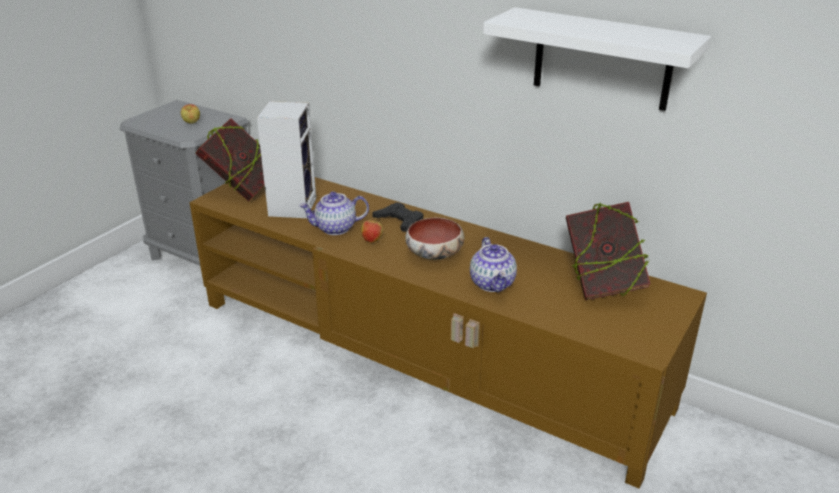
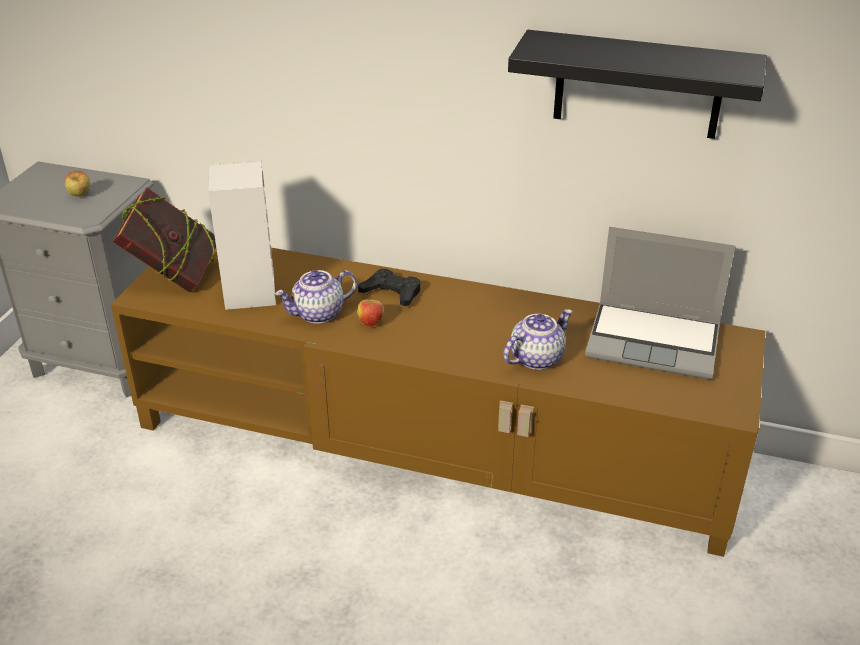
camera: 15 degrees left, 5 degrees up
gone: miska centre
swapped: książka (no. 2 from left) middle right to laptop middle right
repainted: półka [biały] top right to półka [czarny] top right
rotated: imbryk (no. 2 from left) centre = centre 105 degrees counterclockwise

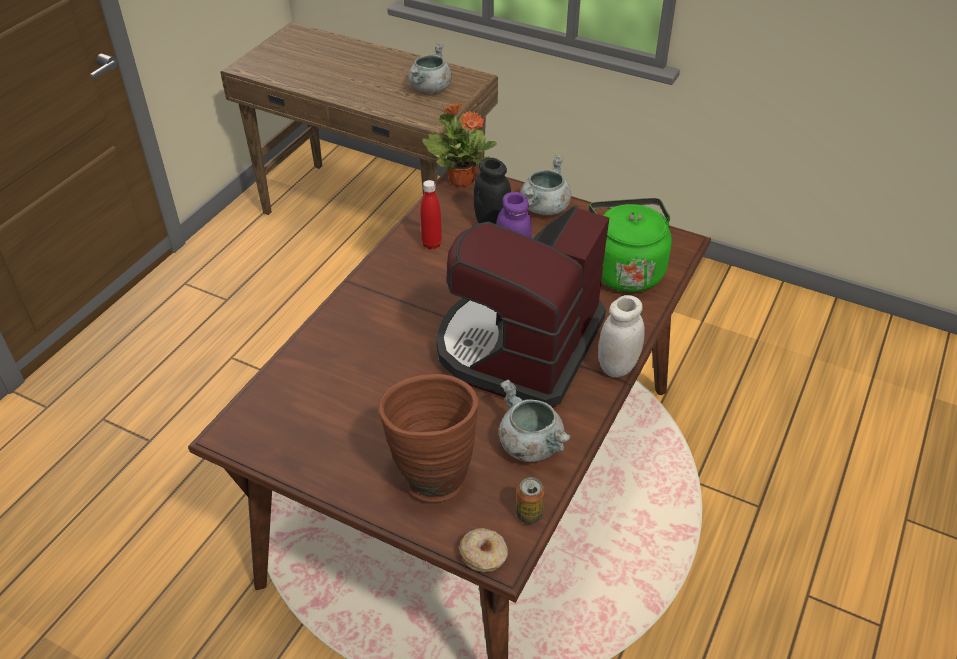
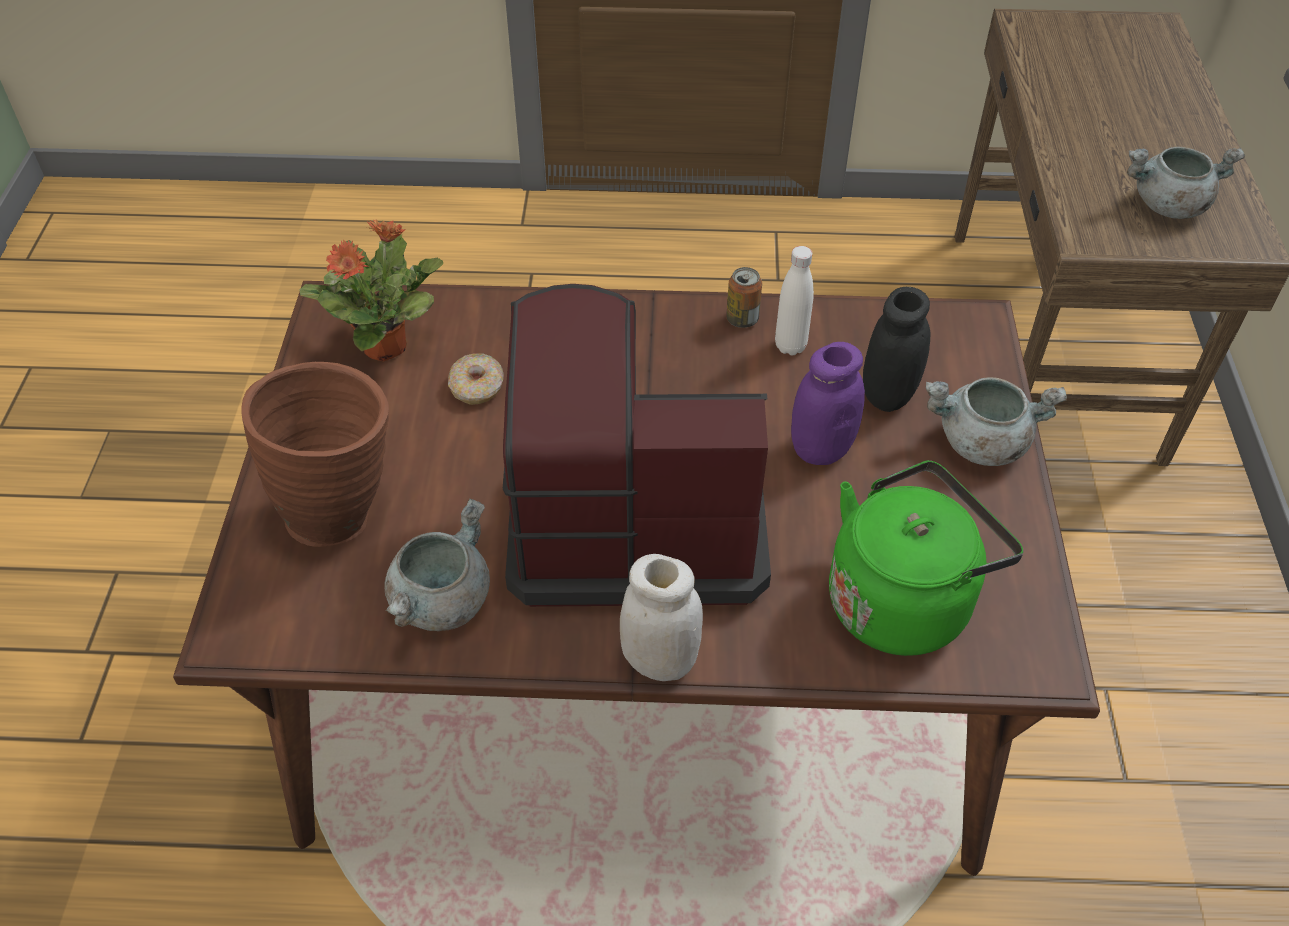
camera: 65 degrees right, 5 degrees up
shifted: roślina doniczkowa top centre to top left; puszka bottom centre to top centre; donut bottom centre to centre
repainted: butelka [czerwony] top centre to butelka [biały] top centre

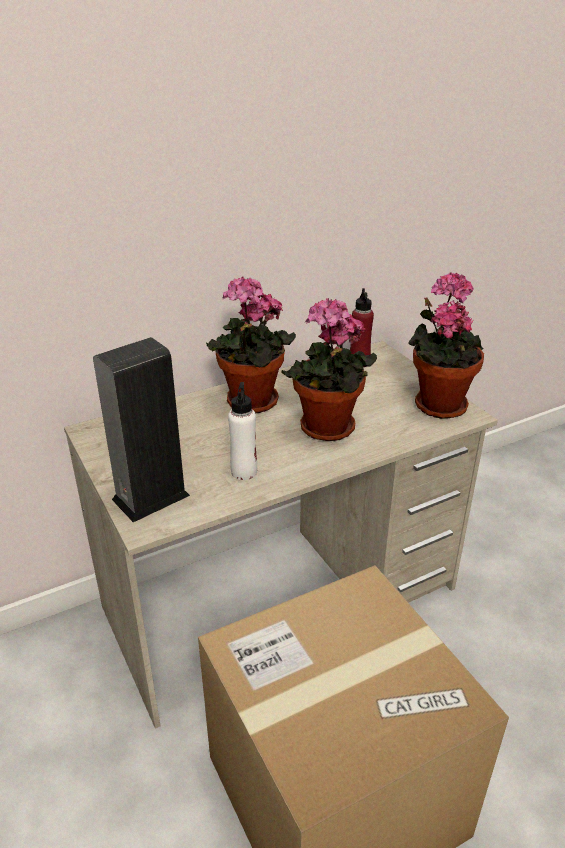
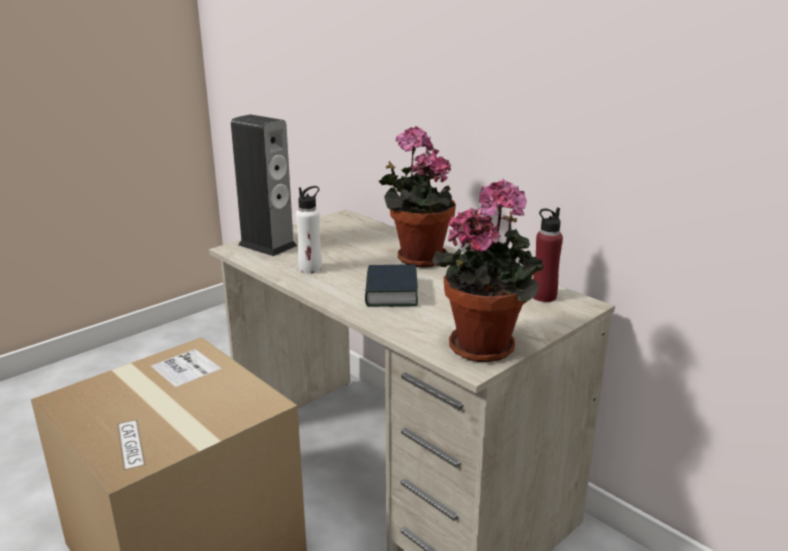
camera: 75 degrees right, 10 degrees down
swapped: roślina doniczkowa (no. 2 from left) centre to książka centre

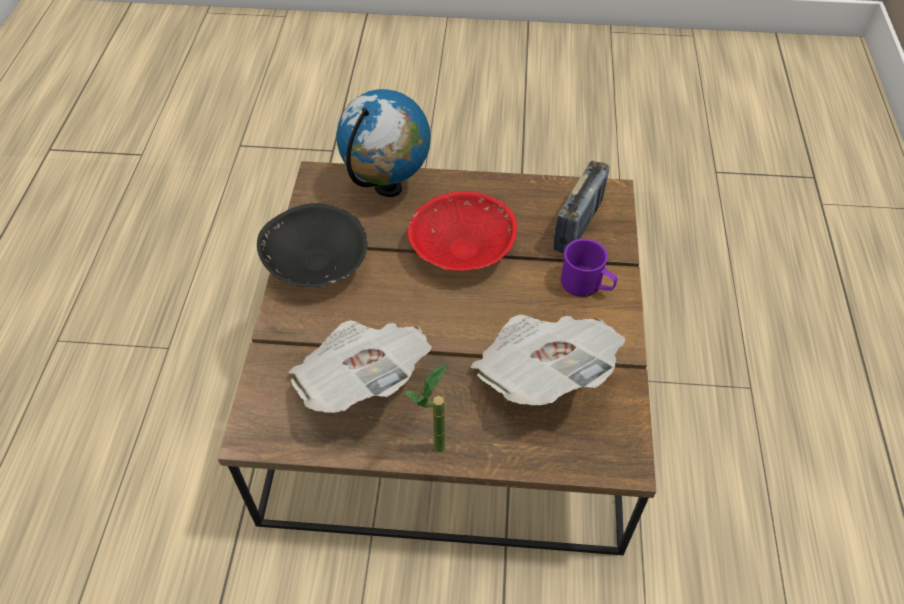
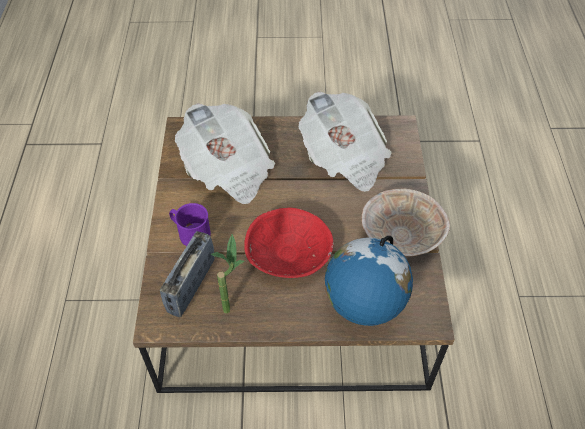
camera: 175 degrees right, 0 degrees up
shifted: roślina doniczkowa bottom centre to centre
repainted: miska [czarny] centre to miska [beżowy] middle right

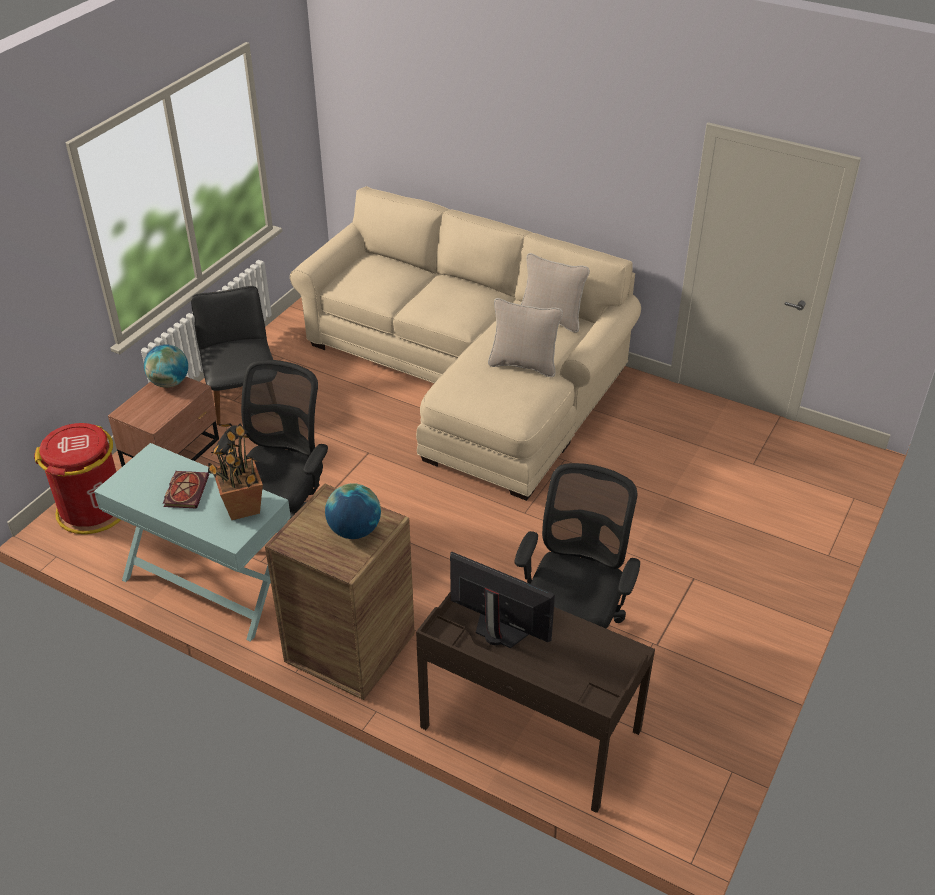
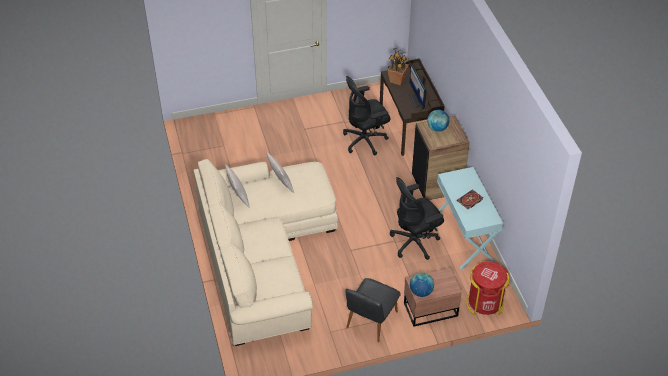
camera: 135 degrees left, 5 degrees up
shifted: roślina doniczkowa middle left to top centre

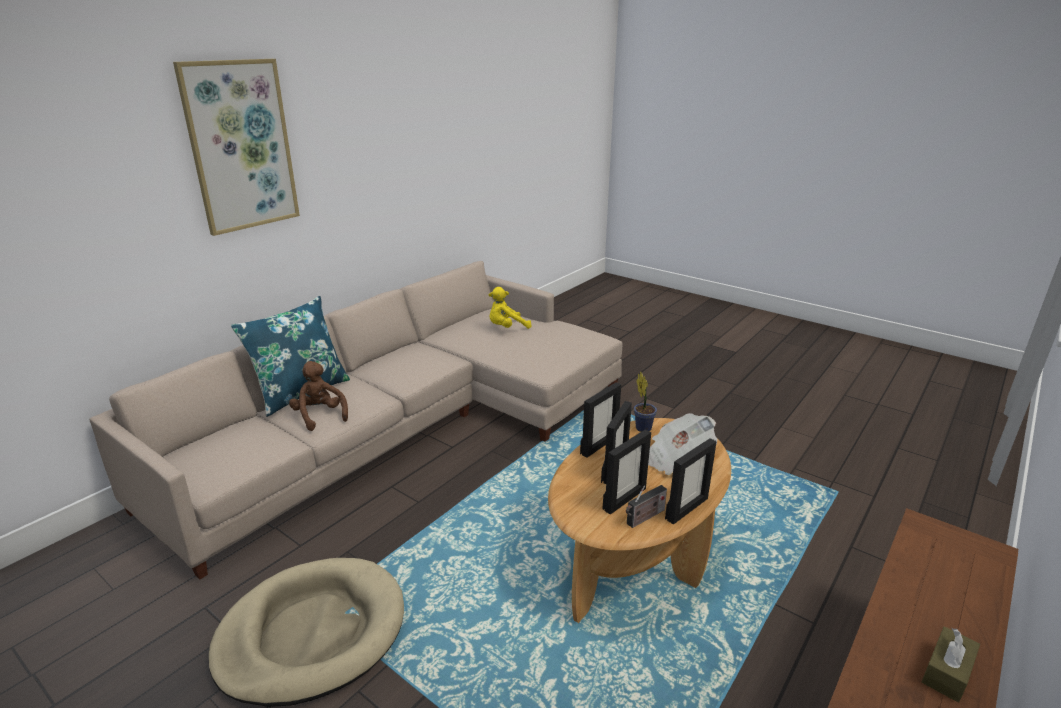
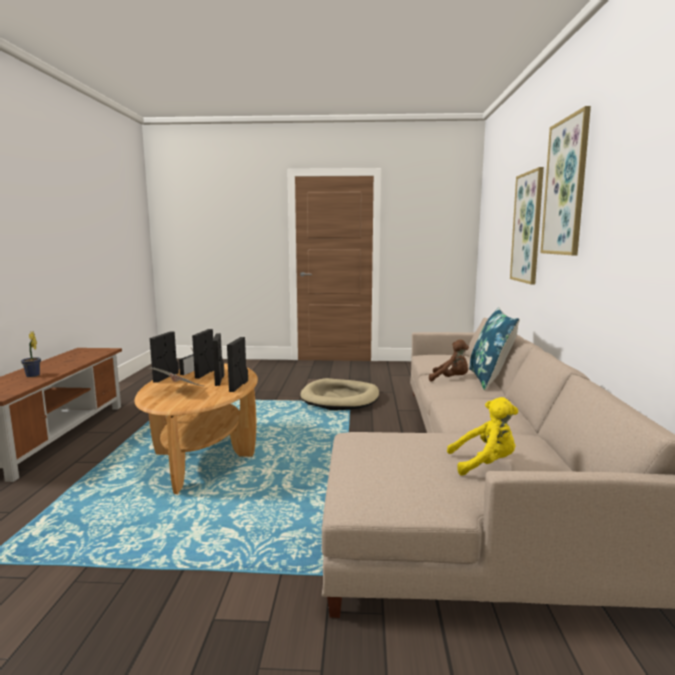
camera: 145 degrees right, 15 degrees down
gone: pudełko chusteczek [brązowy] bottom right
new: obraz (no. 1 from left) middle right
shifted: roślina doniczkowa centre to middle left
rotated: pluszak [żółty] centre = middle right 60 degrees clockwise

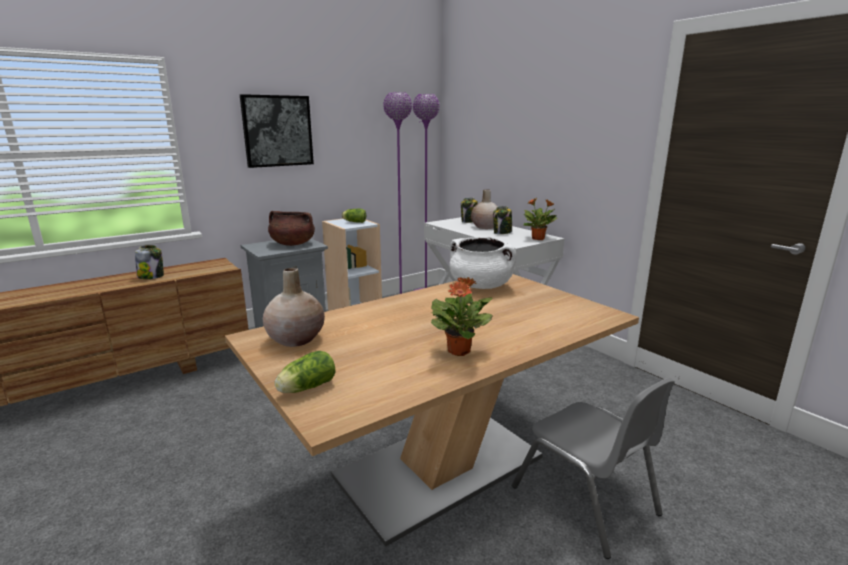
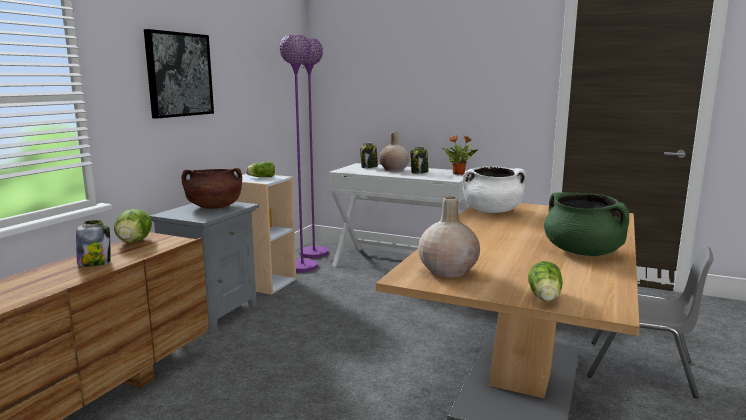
camera: 30 degrees left, 5 degrees down
new: sałata (no. 1 from left) middle left
swapped: roślina doniczkowa (no. 1 from left) centre to garnek [zielony] middle right

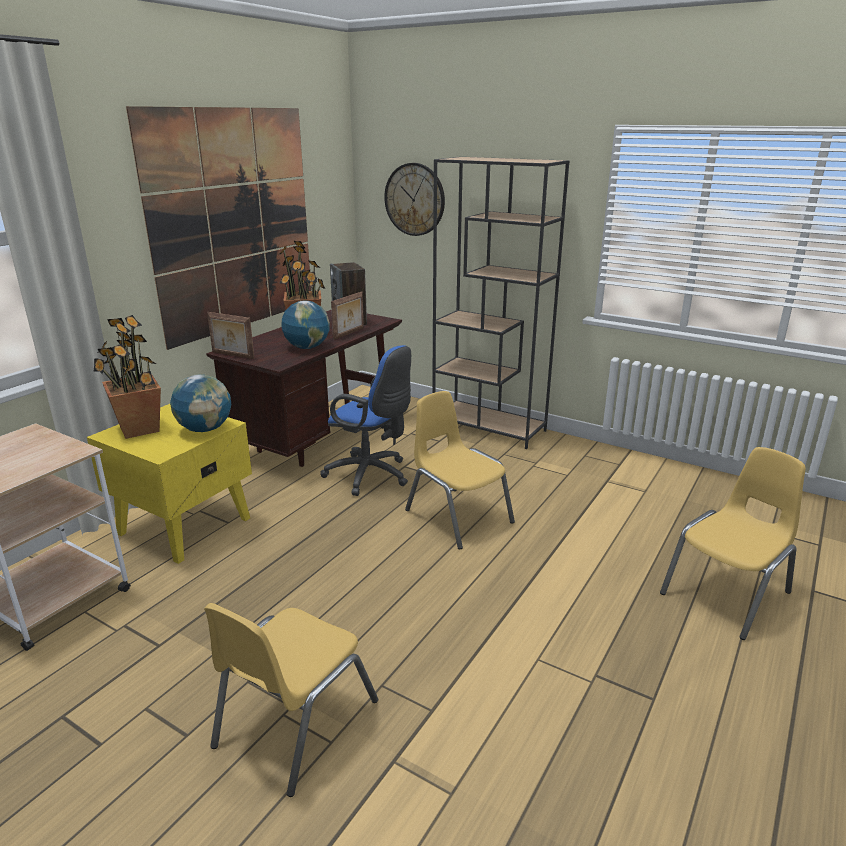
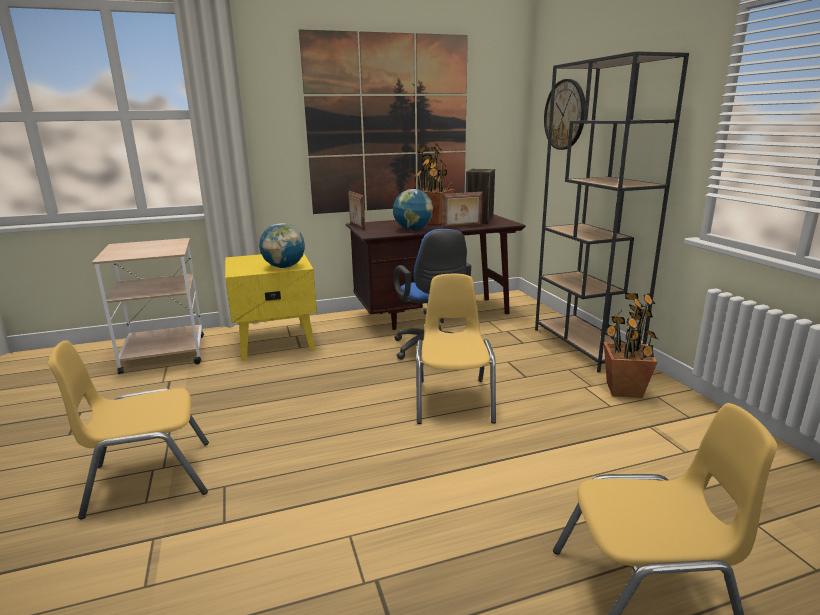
camera: 40 degrees right, 5 degrees down
shifted: roślina doniczkowa (no. 1 from left in the first image) middle left to roślina doniczkowa (no. 2 from left) middle right

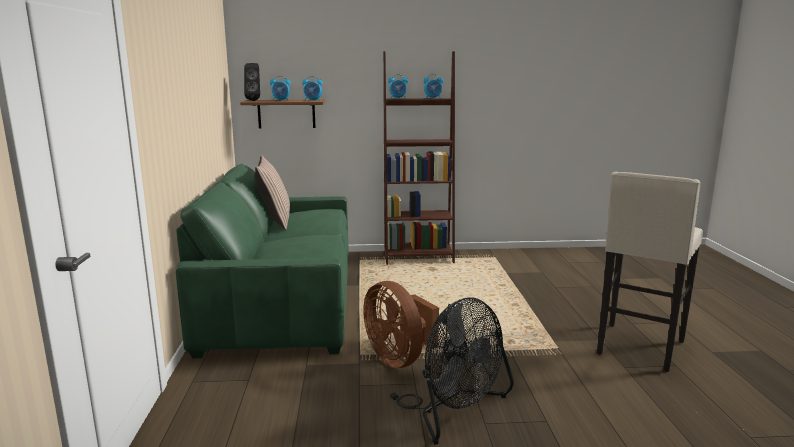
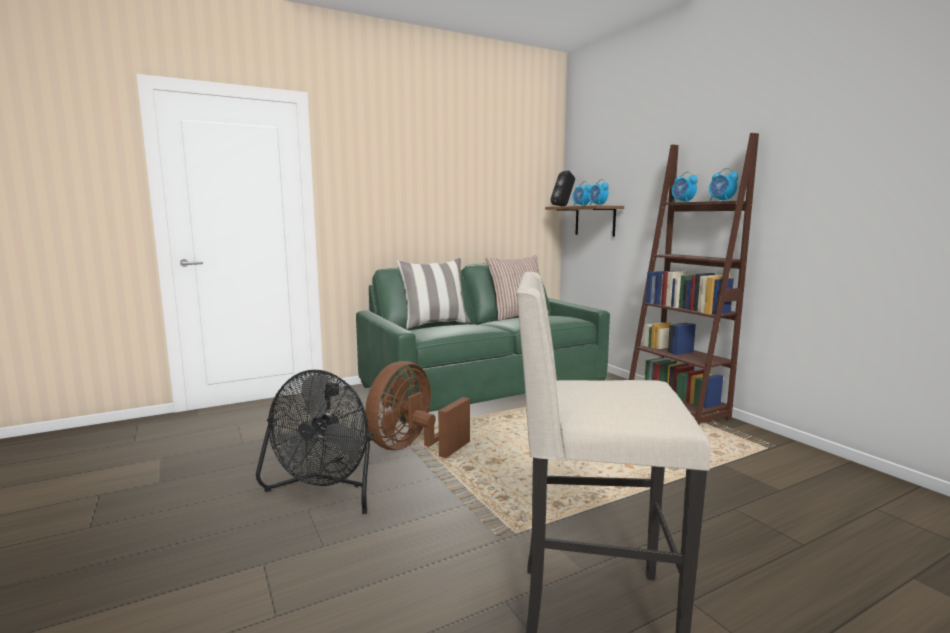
camera: 65 degrees right, 5 degrees down
new: poduszka (no. 1 from left) centre

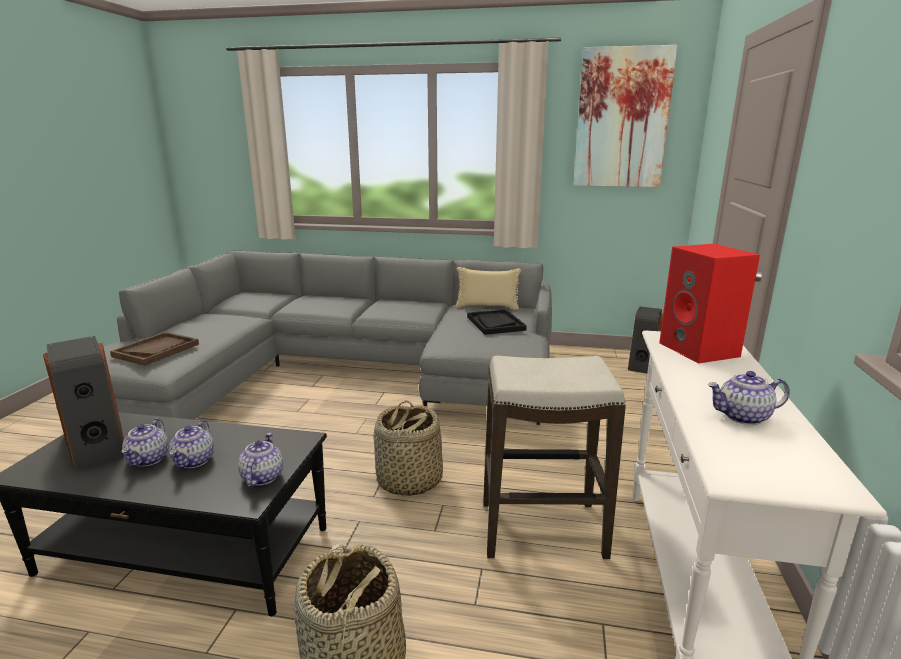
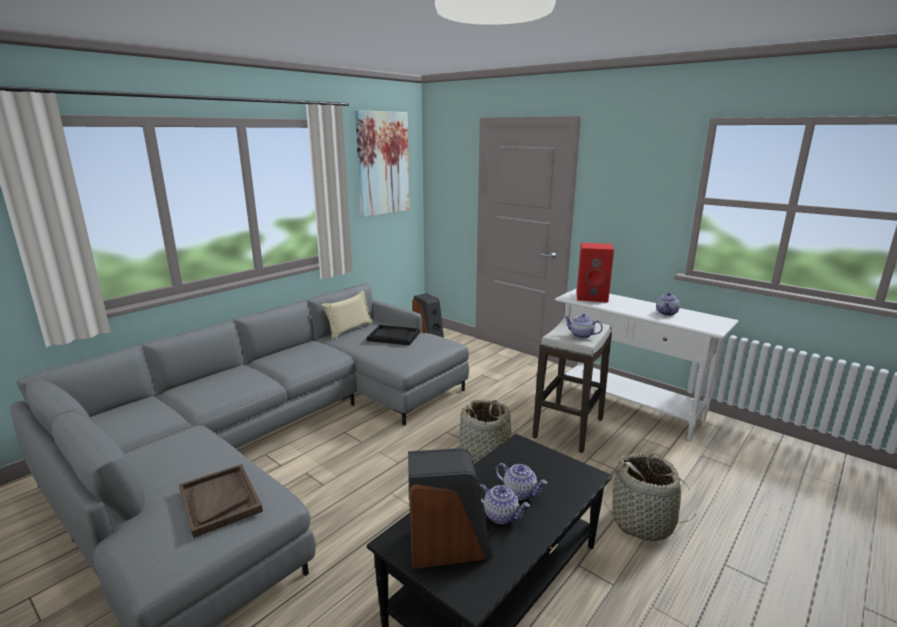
camera: 60 degrees left, 0 degrees up
shifted: imbryk (no. 3 from left) bottom left to centre

